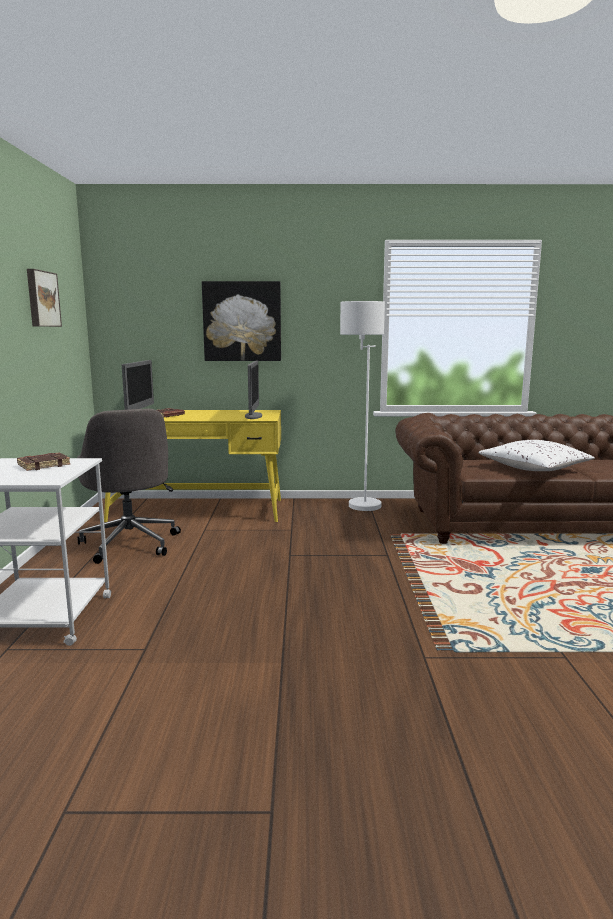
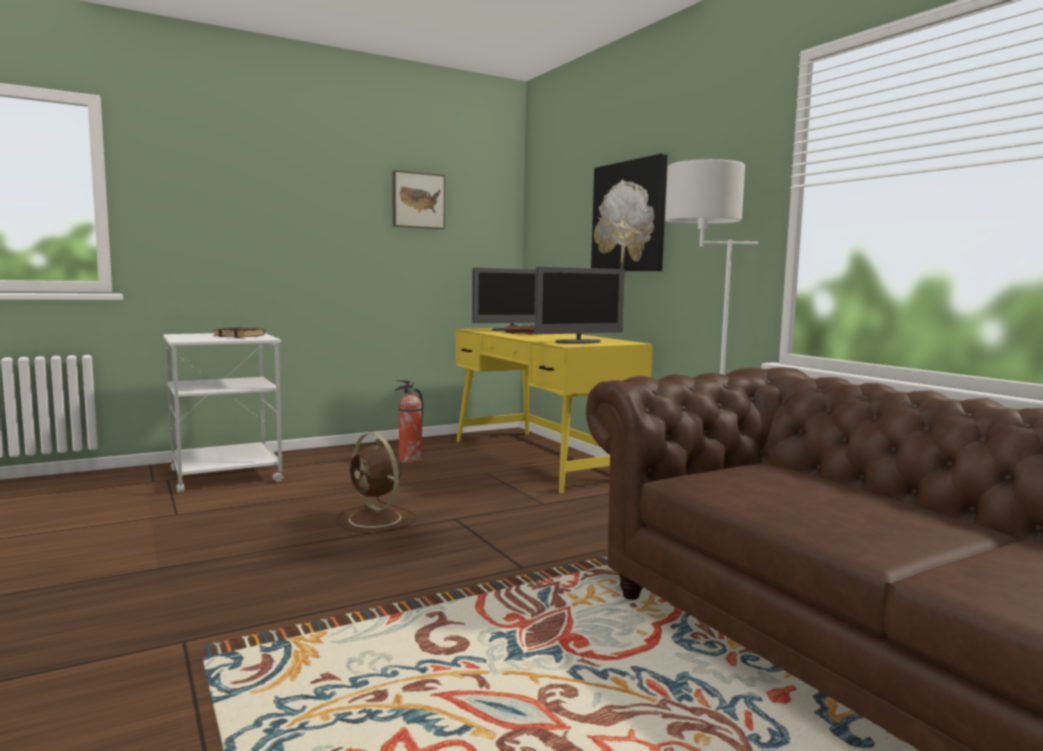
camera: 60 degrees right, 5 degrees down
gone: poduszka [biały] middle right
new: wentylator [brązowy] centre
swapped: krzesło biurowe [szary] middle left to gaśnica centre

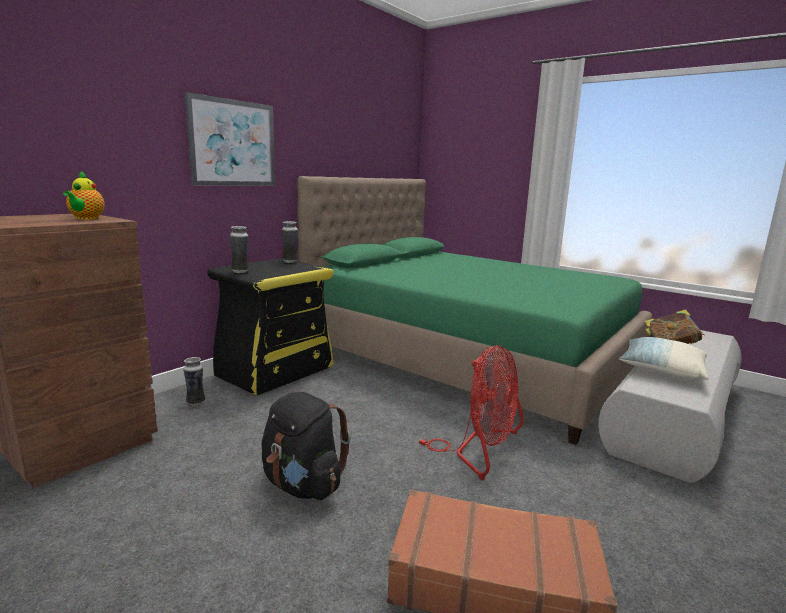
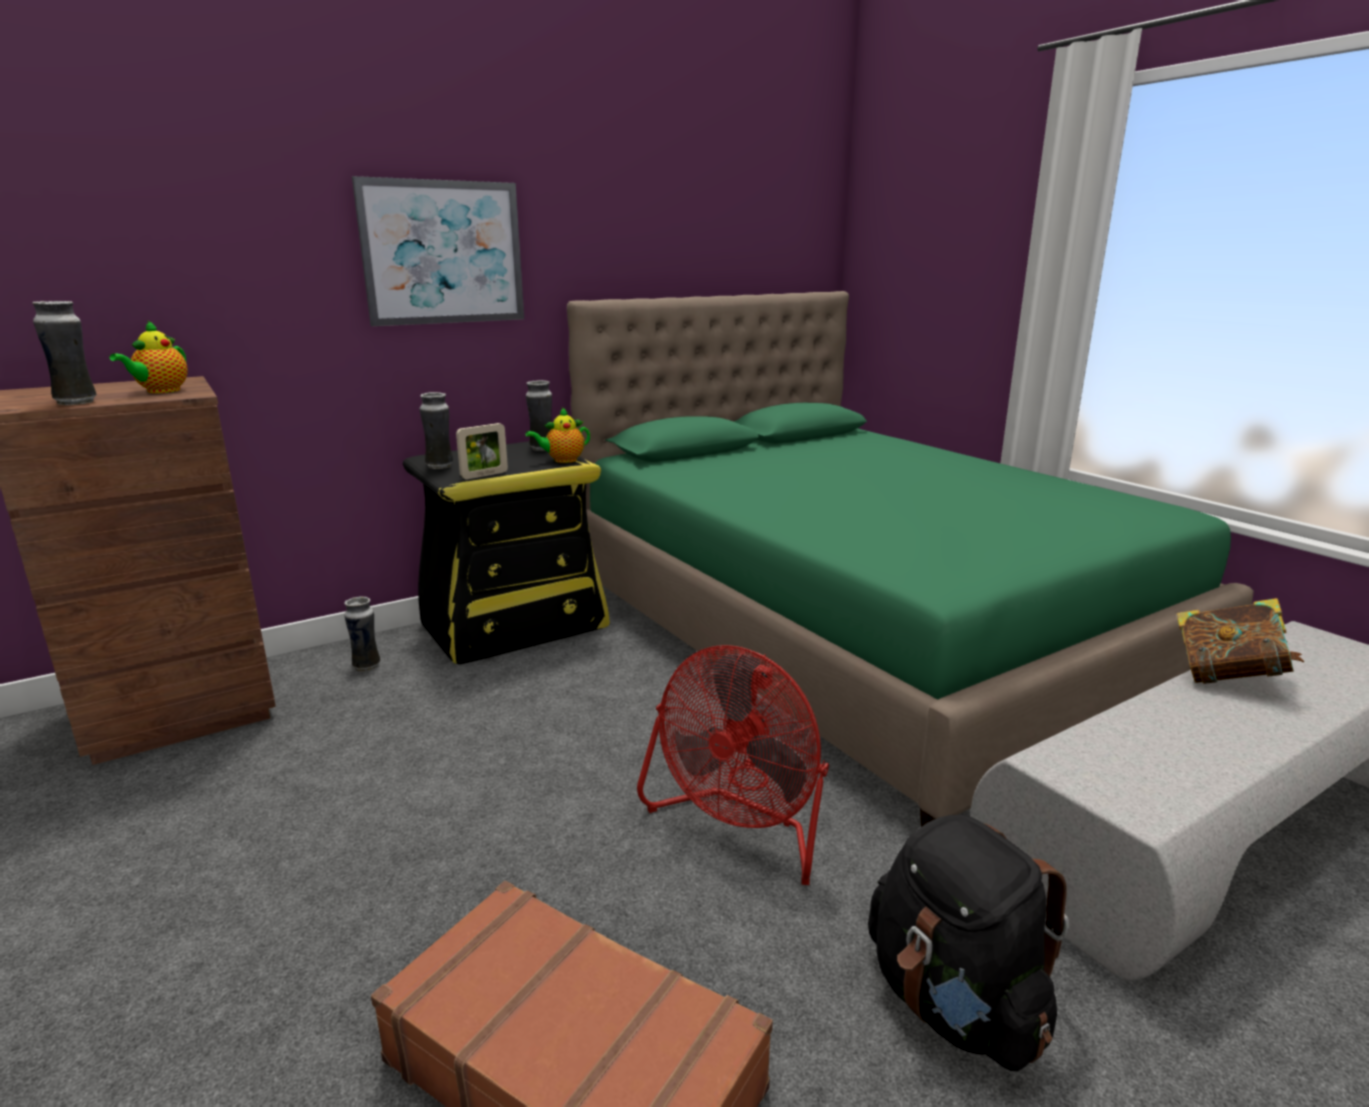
camera: 20 degrees right, 5 degrees up
gone: poduszka middle right
new: wazon (no. 1 from left) top left; imbryk (no. 2 from left) centre; ramka na zdjęcie centre
shifted: plecak [czarny] bottom centre to bottom right
rotated: wentylator [czerwony] bottom centre = bottom centre 75 degrees clockwise

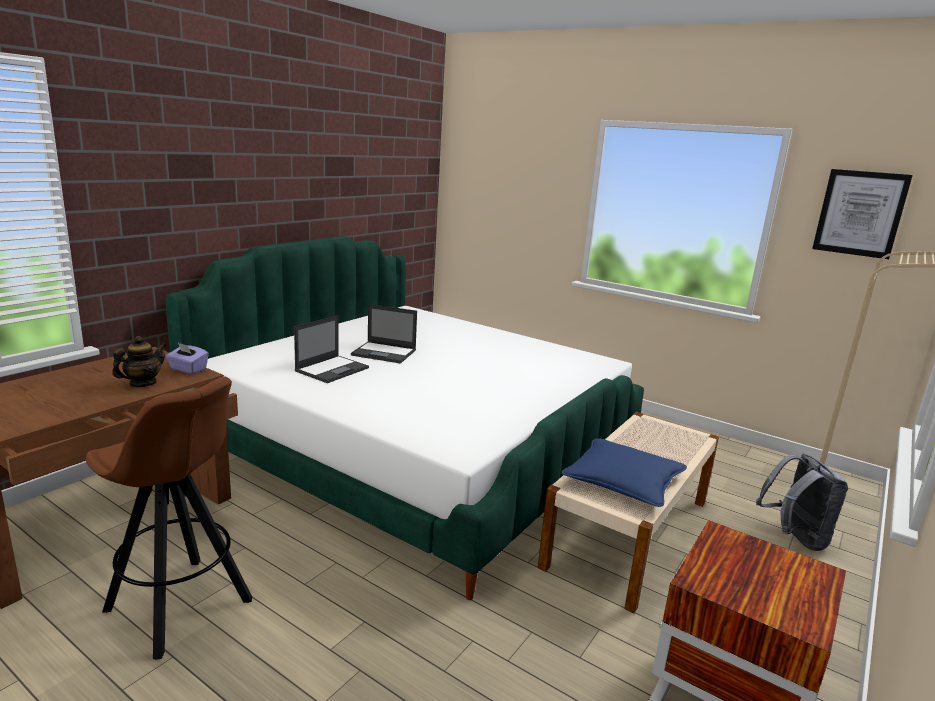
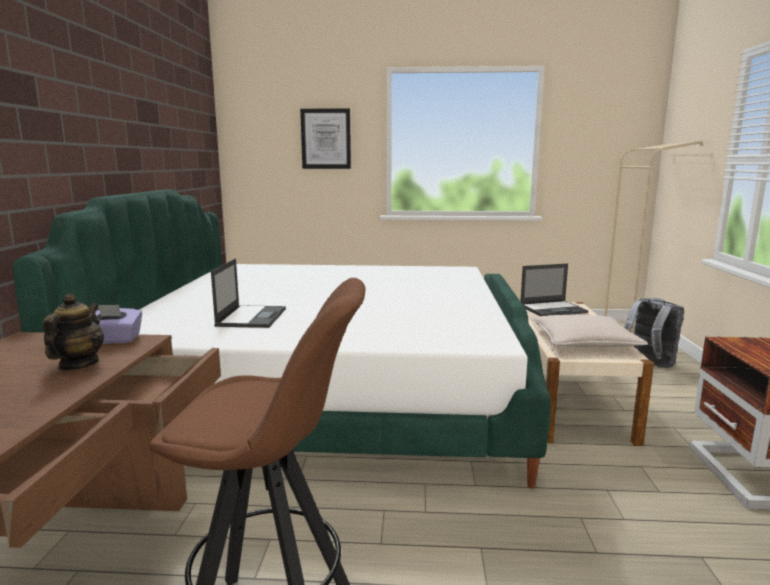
camera: 30 degrees left, 5 degrees down
shifted: obraz top right to top centre; laptop (no. 2 from left) centre to middle right
repainted: poduszka [niebieski] bottom right to poduszka [beżowy] middle right

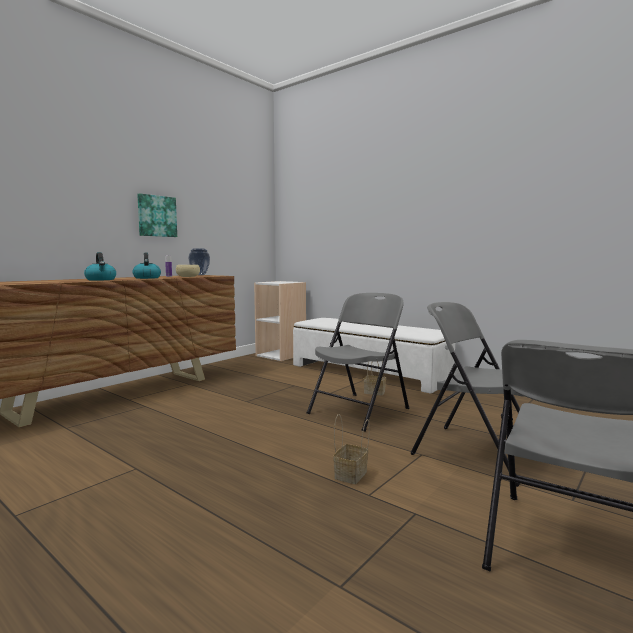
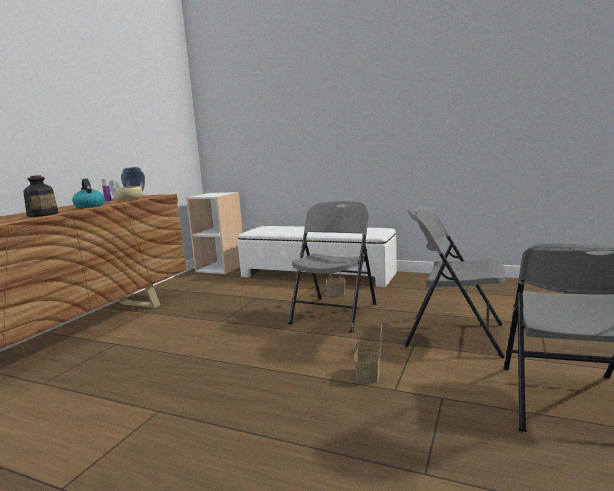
camera: 15 degrees left, 5 degrees up
gone: obraz middle left
swapped: czajnik (no. 1 from left) middle left to butelka (no. 1 from left) middle left

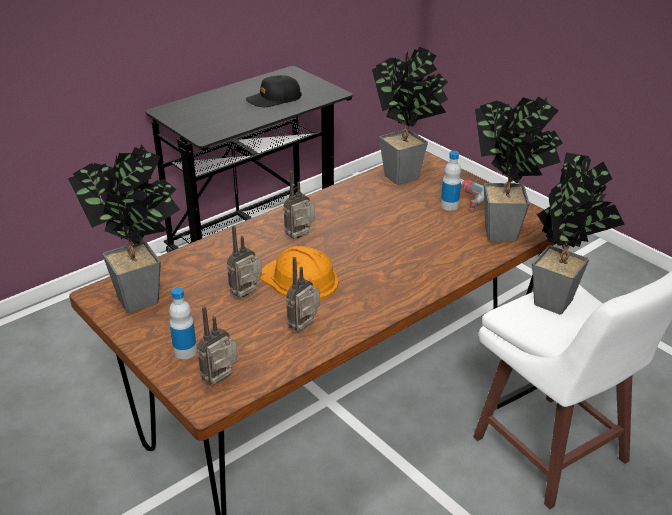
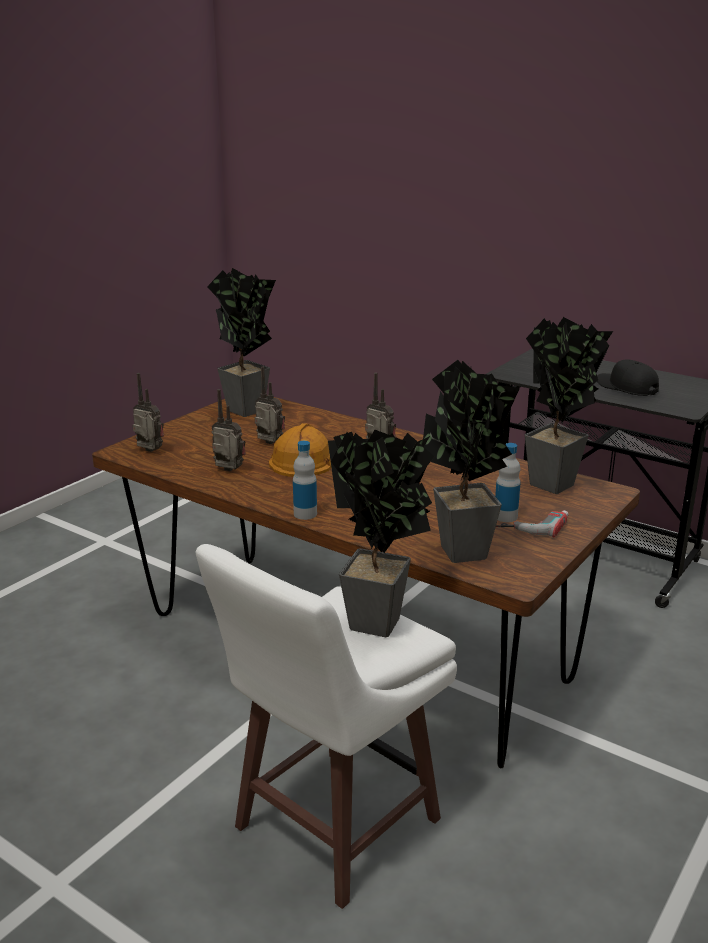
camera: 75 degrees right, 10 degrees down
shifted: butelka (no. 1 from left) middle left to centre

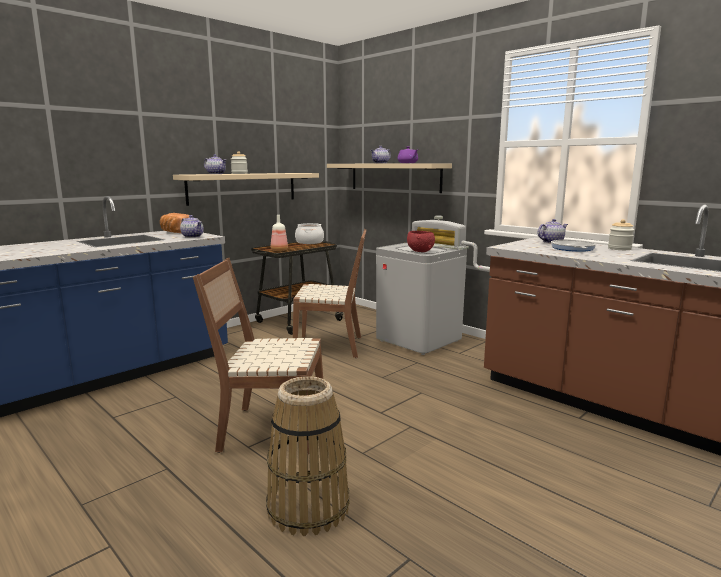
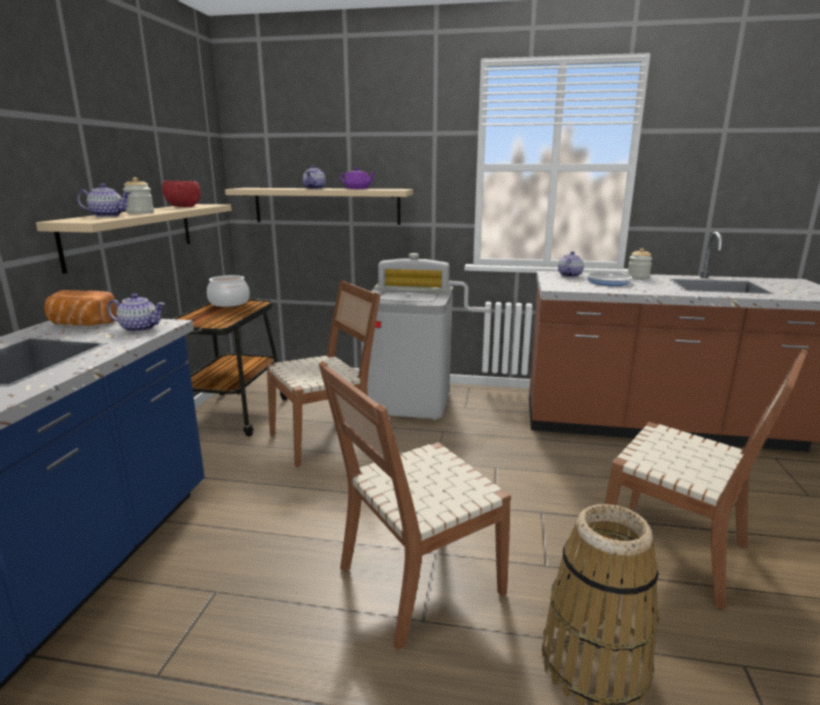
camera: 35 degrees left, 5 degrees up
gone: butelka centre
new: krzesło (no. 3 from left) bottom right
shifted: miska [czerwony] centre to top left

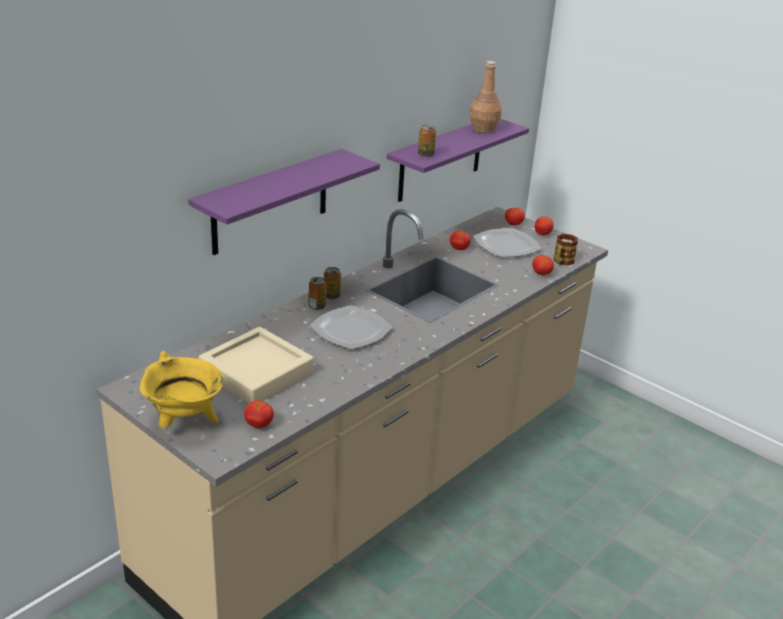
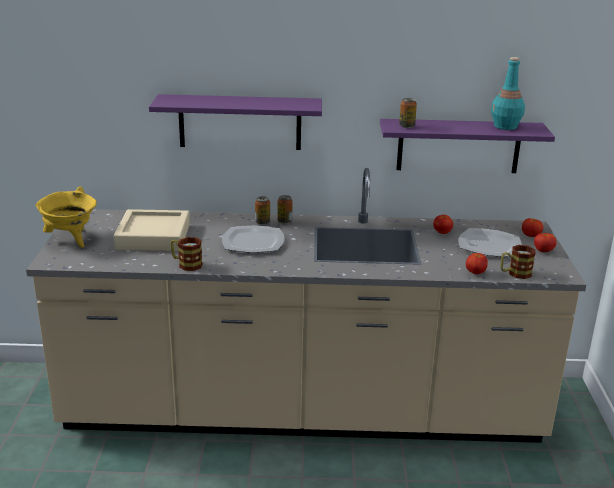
camera: 50 degrees right, 5 degrees down
gone: pomidor (no. 1 from left) bottom left
new: kubek (no. 1 from left) middle left
repainted: butelka [brązowy] top centre to butelka [turkusowy] top right

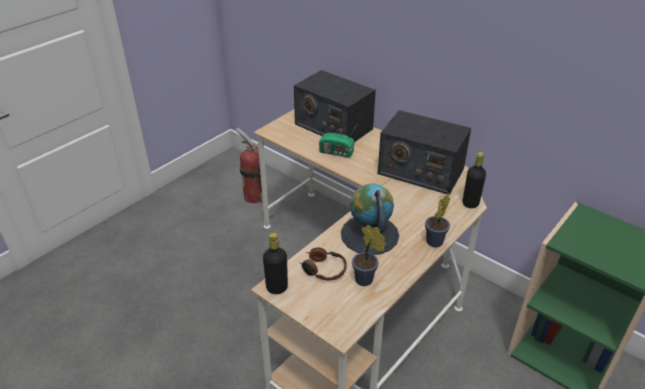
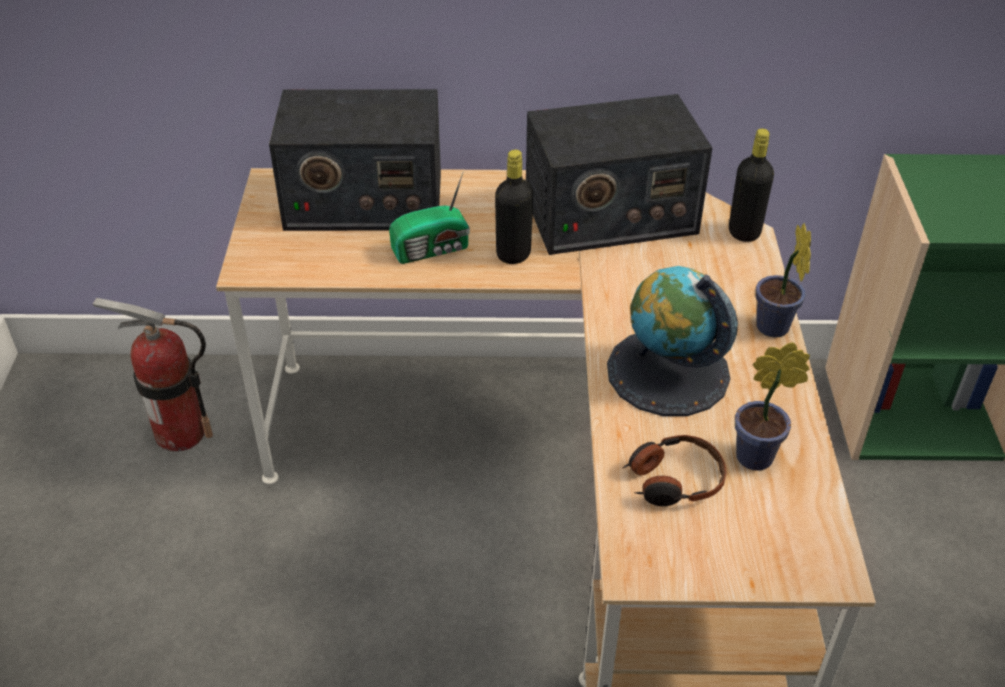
camera: 40 degrees left, 5 degrees up
shifted: butelka [czarny] (no. 1 from left) bottom centre to top centre

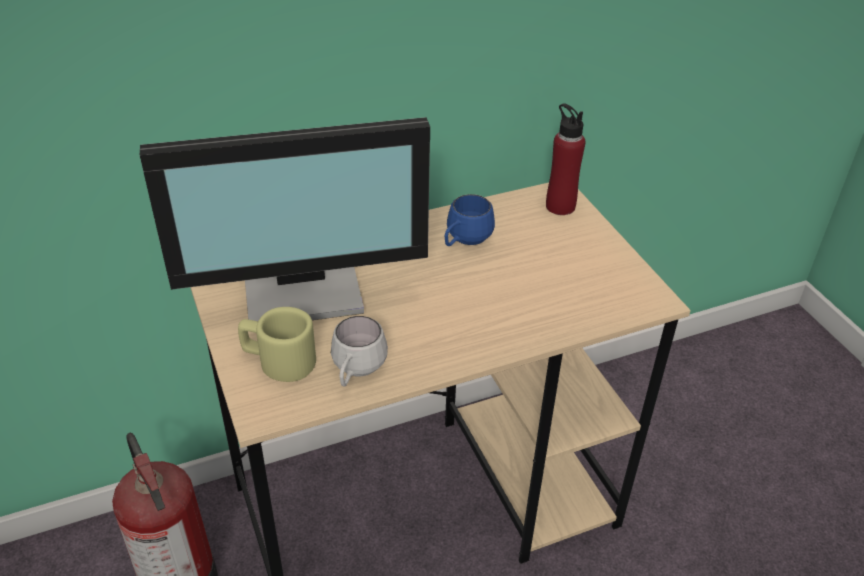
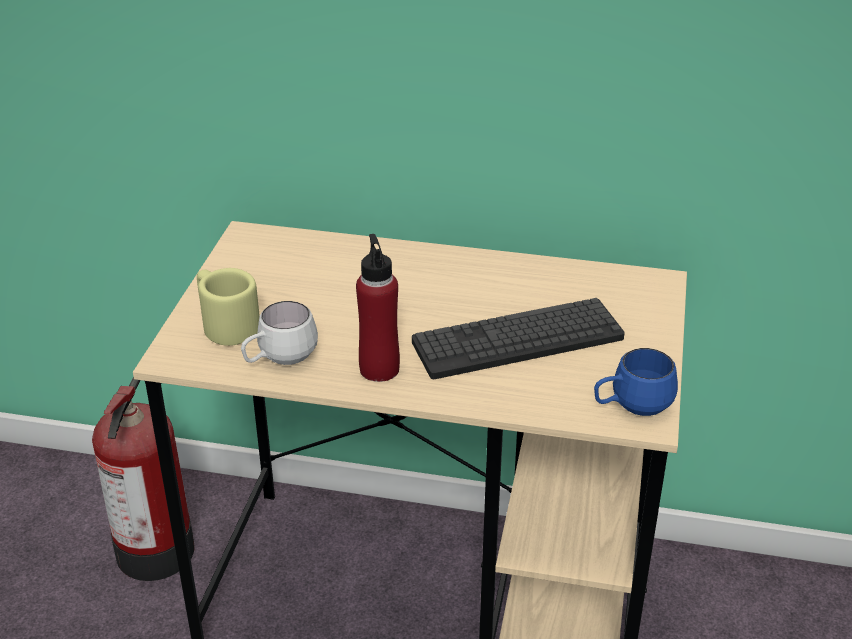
camera: 35 degrees right, 5 degrees down
gone: monitor middle left
new: klawiatura centre
shifted: butelka [czerwony] top centre to centre; kubek [niebieski] centre to middle right

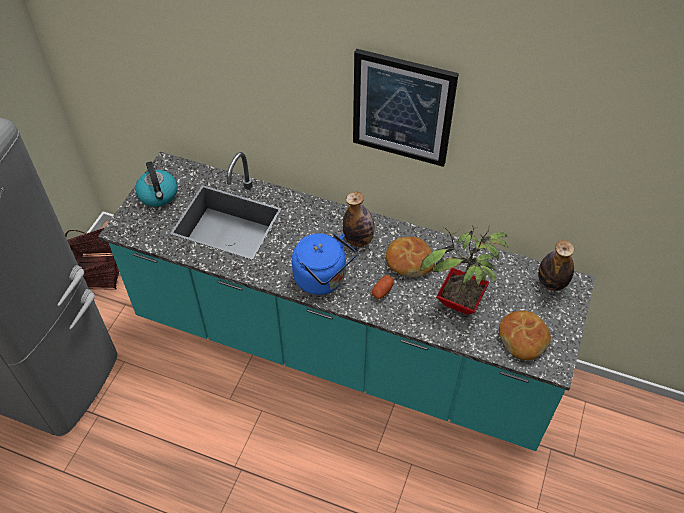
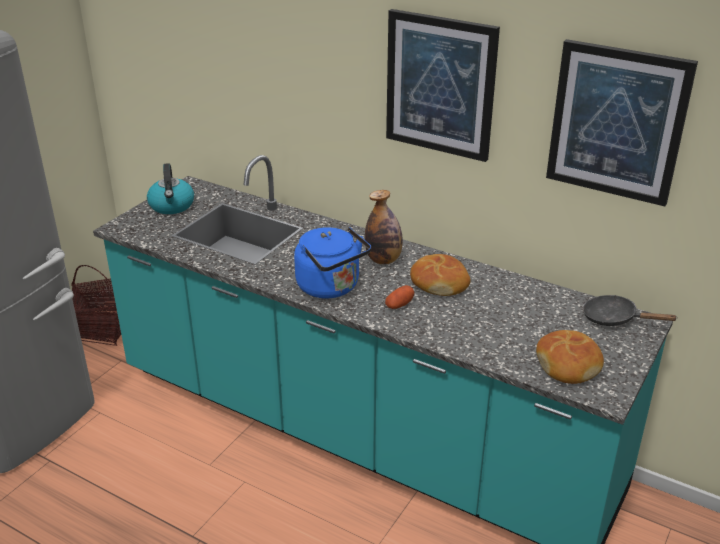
camera: 10 degrees right, 20 degrees down
gone: roślina doniczkowa middle right
new: obraz (no. 2 from left) top right
swapped: butelka (no. 2 from left) middle right to patelnia [czarny] middle right

